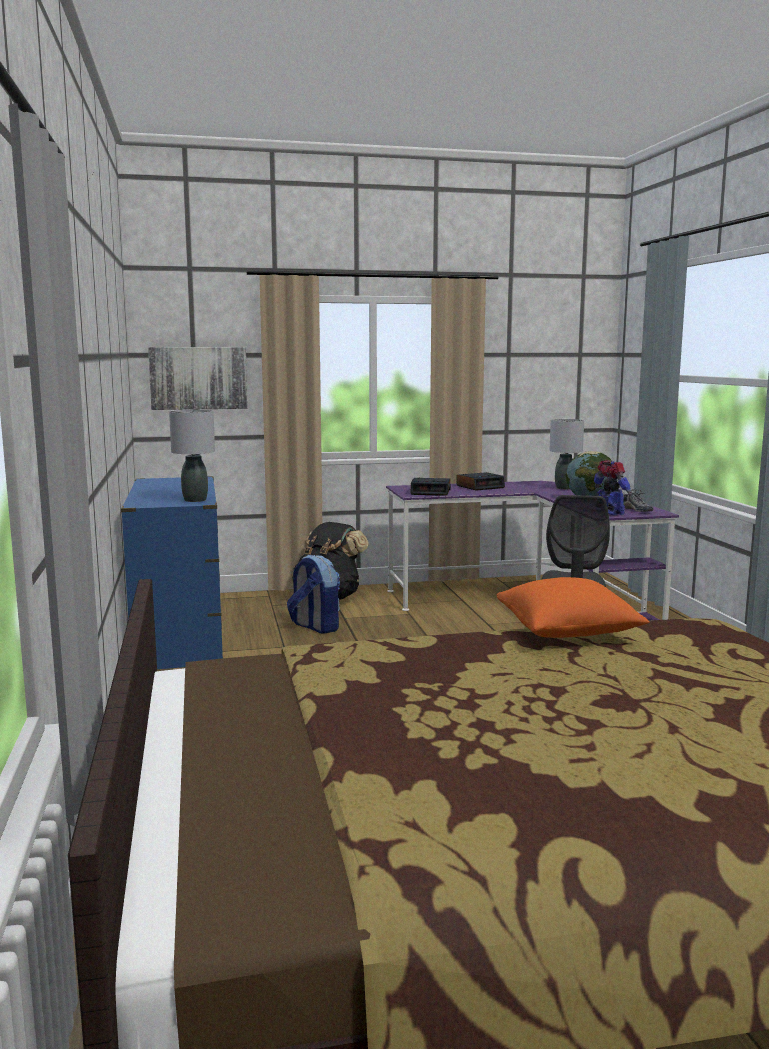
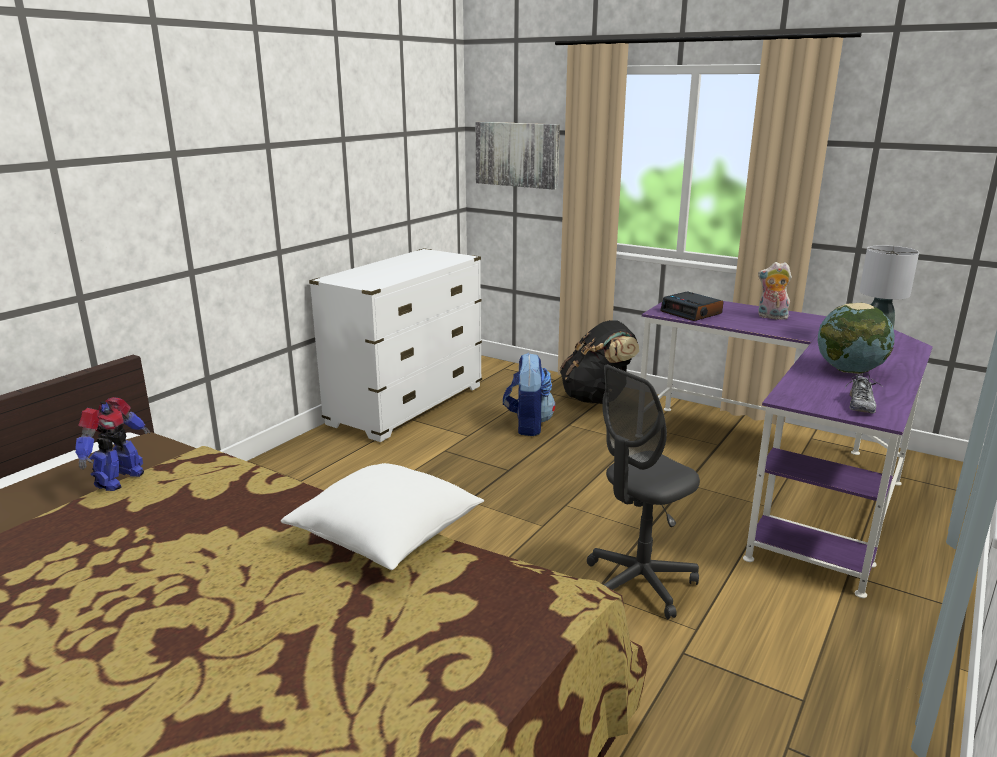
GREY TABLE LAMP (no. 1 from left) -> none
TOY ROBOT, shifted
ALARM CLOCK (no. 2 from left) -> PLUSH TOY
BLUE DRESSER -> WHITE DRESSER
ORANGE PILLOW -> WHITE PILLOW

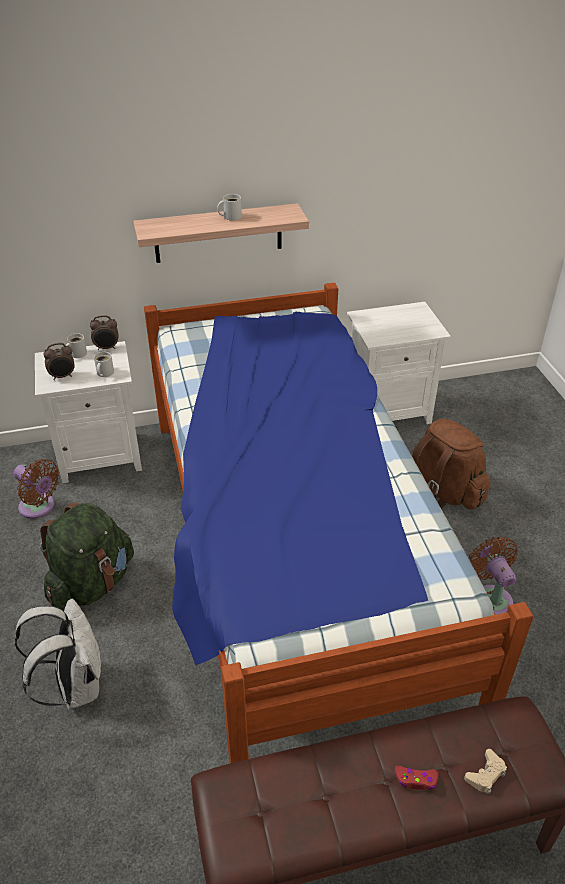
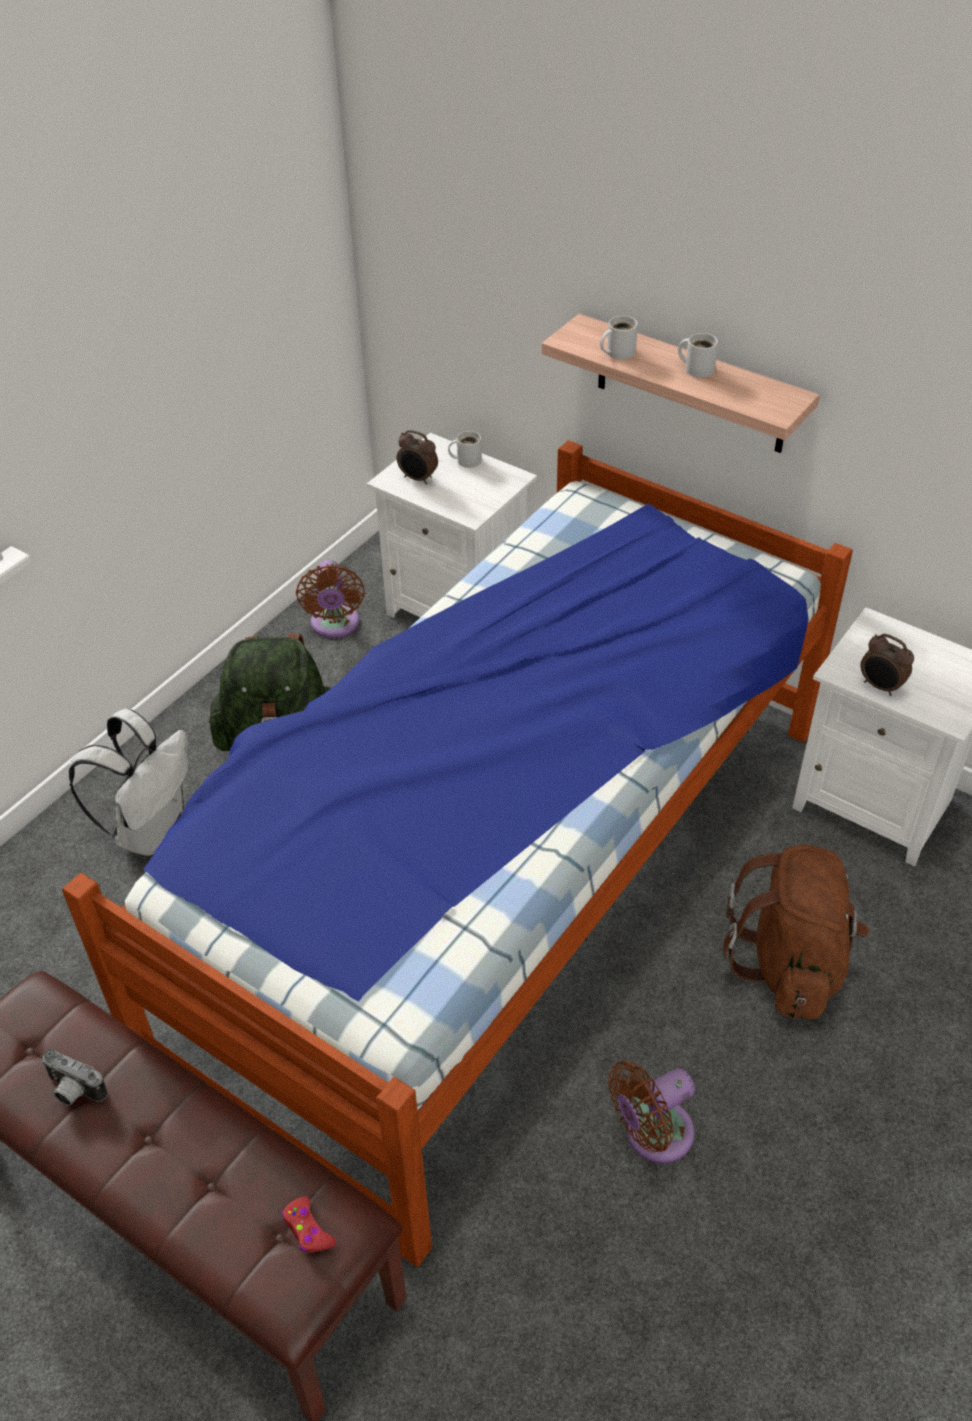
BEIGE GAME CONTROLLER -> none
none -> PHOTO CAMERA
ALARM CLOCK (no. 2 from left), shifted
WHITE MUG (no. 2 from left), shifted
RED GAME CONTROLLER, shifted
BROWN FAN (no. 2 from left), 150 degrees counterclockwise

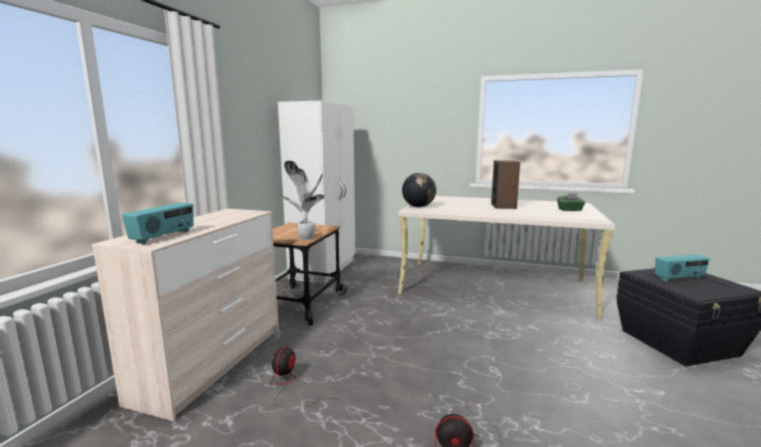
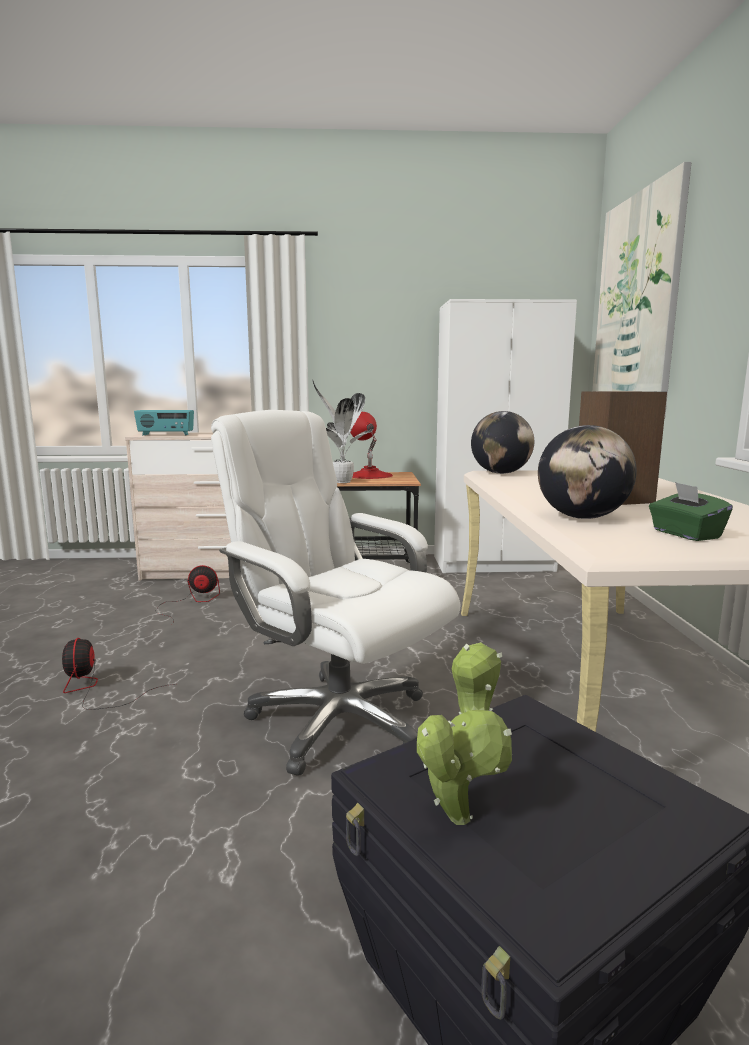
RADIO (no. 2 from left) -> none
none -> WHITE OFFICE CHAIR
none -> RED TABLE LAMP
none -> POTTED PLANT (no. 2 from left)
none -> GLOBE (no. 2 from left)
none -> PICTURE

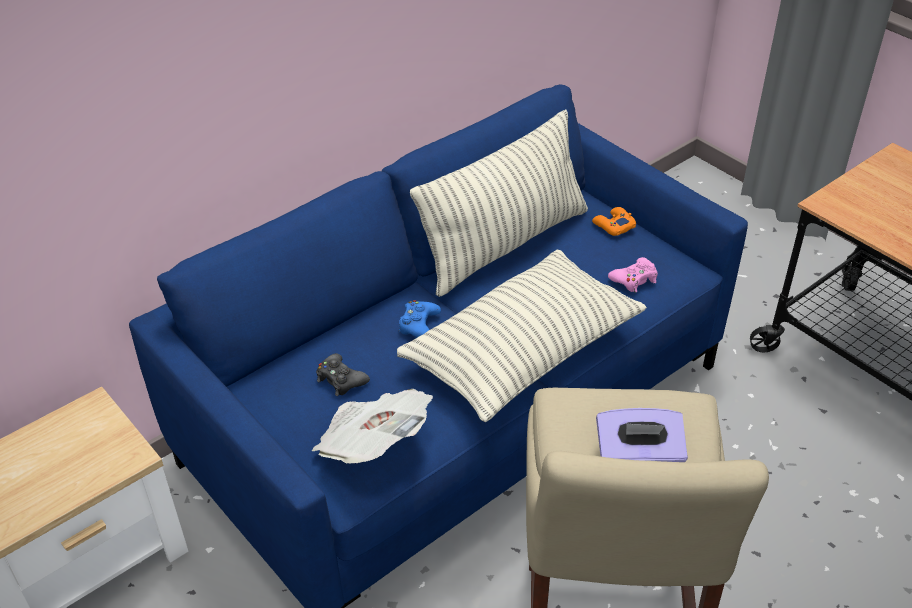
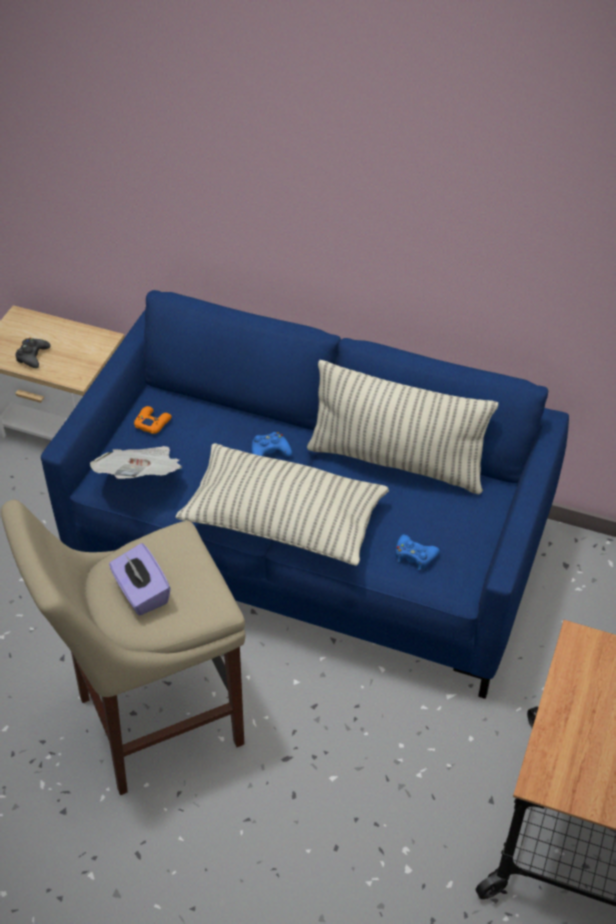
BLACK GAME CONTROLLER, shifted
ORANGE GAME CONTROLLER, shifted
PINK GAME CONTROLLER -> BLUE GAME CONTROLLER (no. 2 from left)

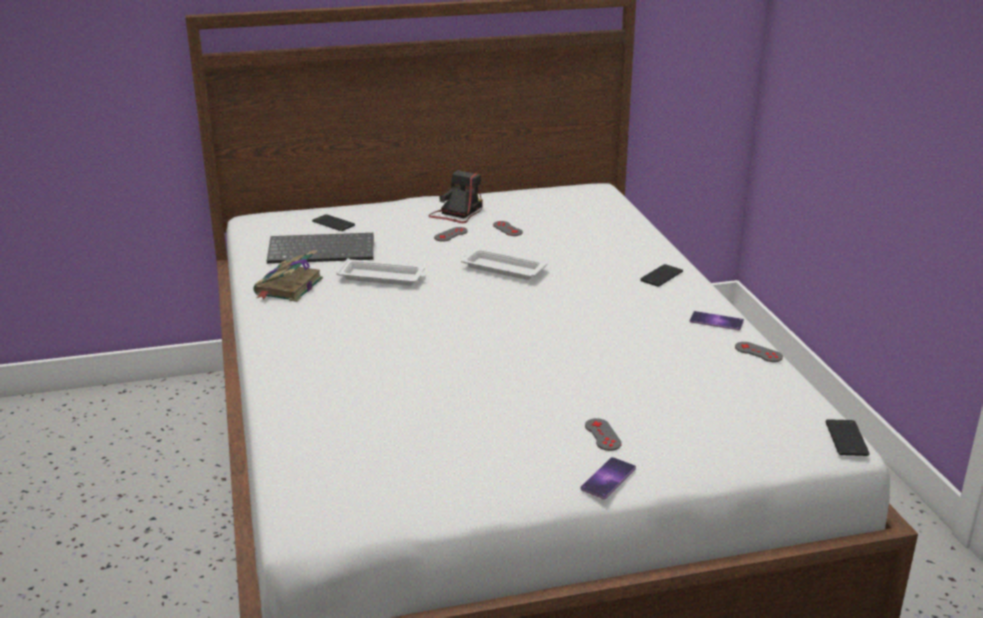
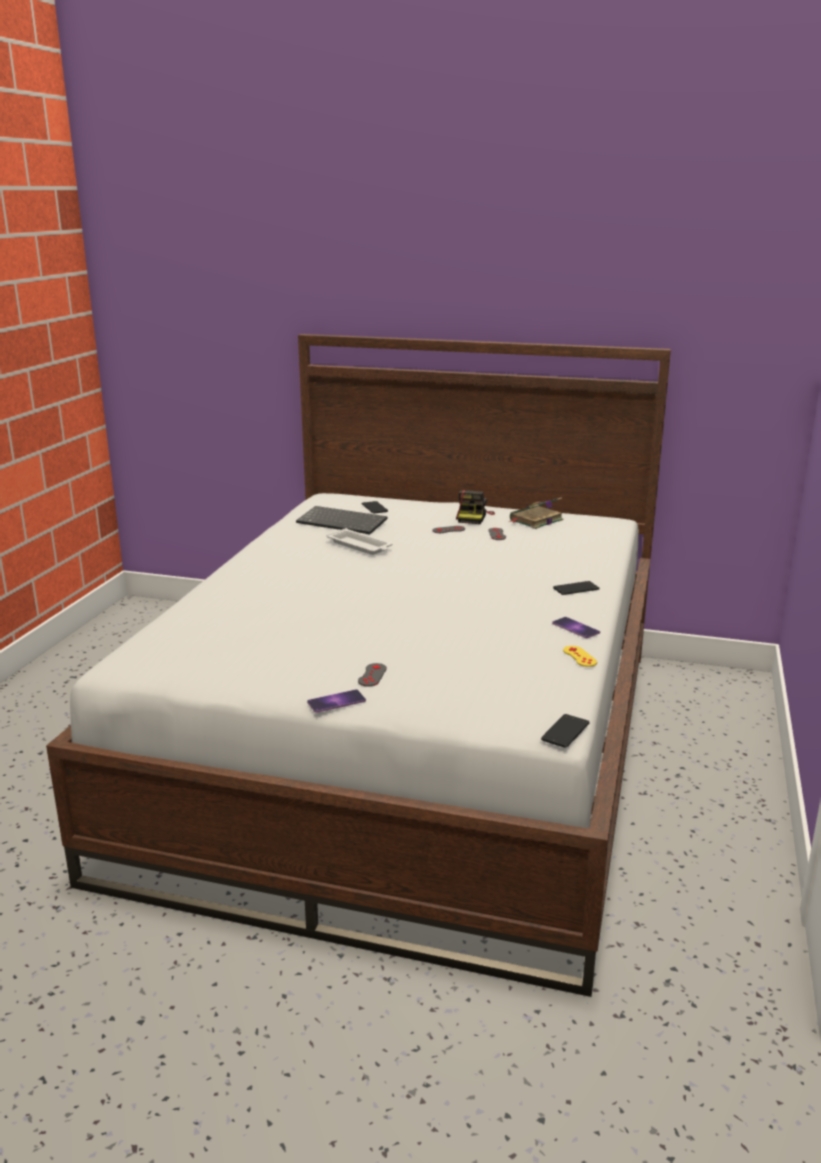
WHITE TRAY (no. 2 from left) -> none
BOOK, shifted
GREY GAME CONTROLLER (no. 4 from left) -> YELLOW GAME CONTROLLER
PHOTO CAMERA, 135 degrees clockwise

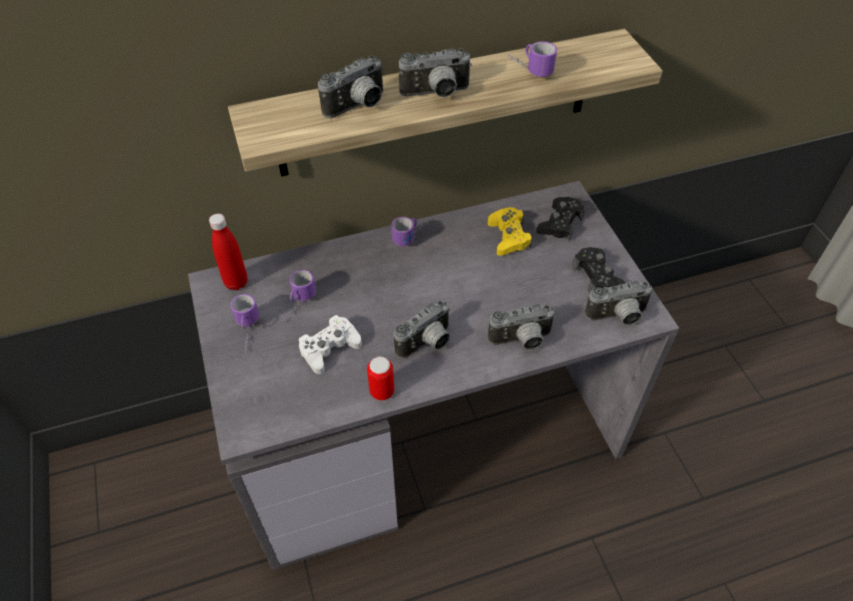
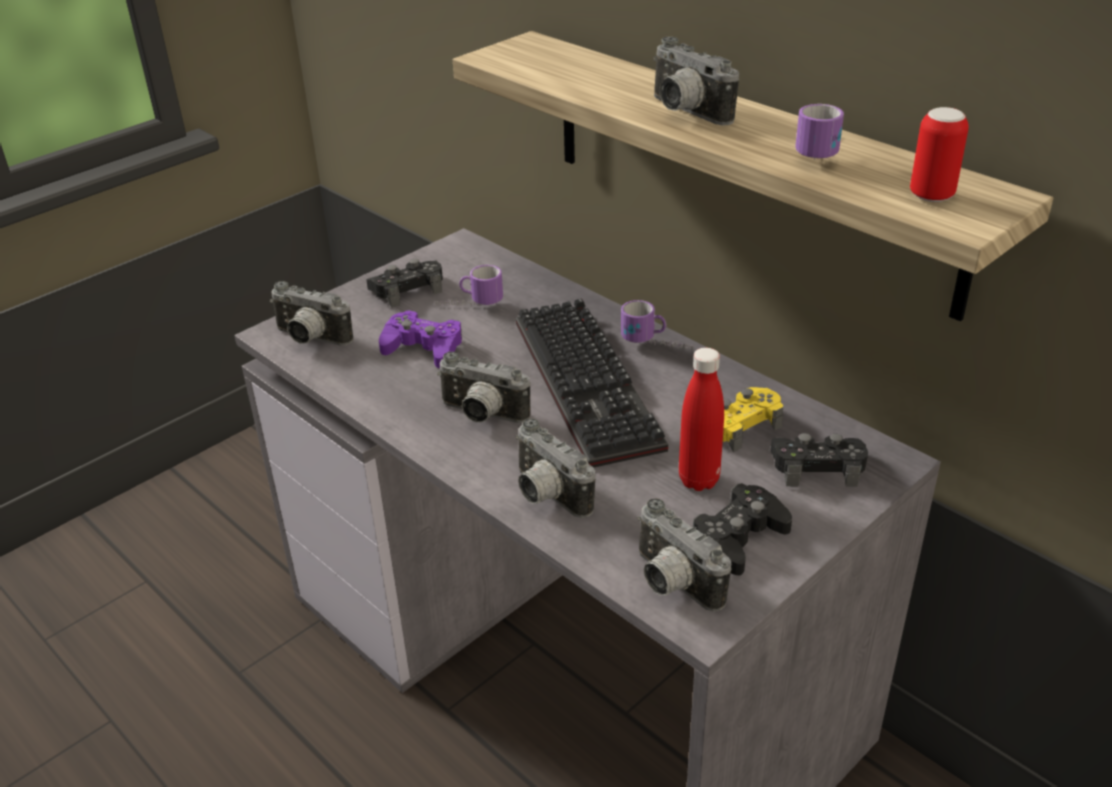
none -> KEYBOARD
RED BOTTLE, shifted
PHOTO CAMERA (no. 1 from left), shifted
CAN, shifted
MUG (no. 1 from left) -> BLACK GAME CONTROLLER (no. 1 from left)
WHITE GAME CONTROLLER -> PURPLE GAME CONTROLLER

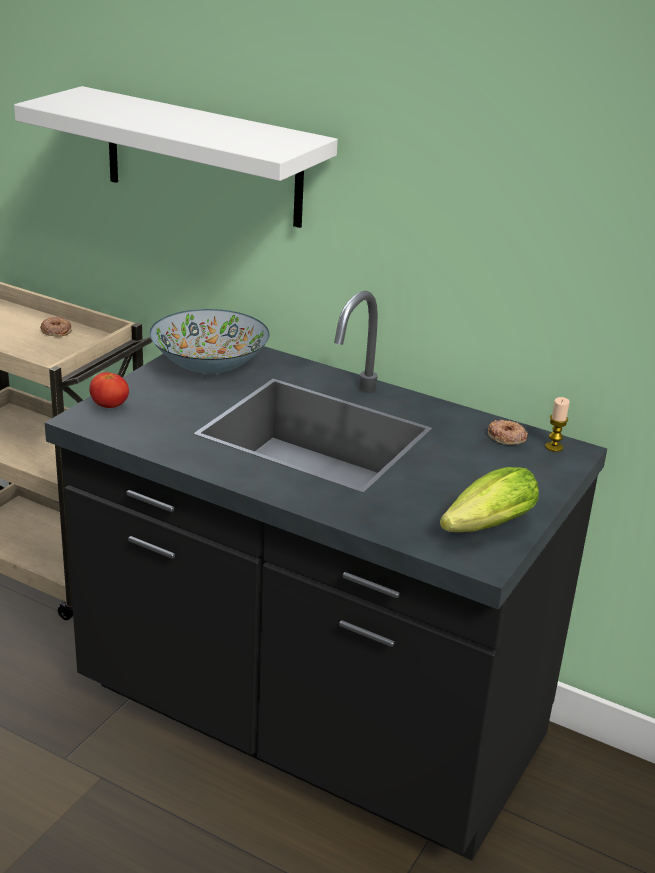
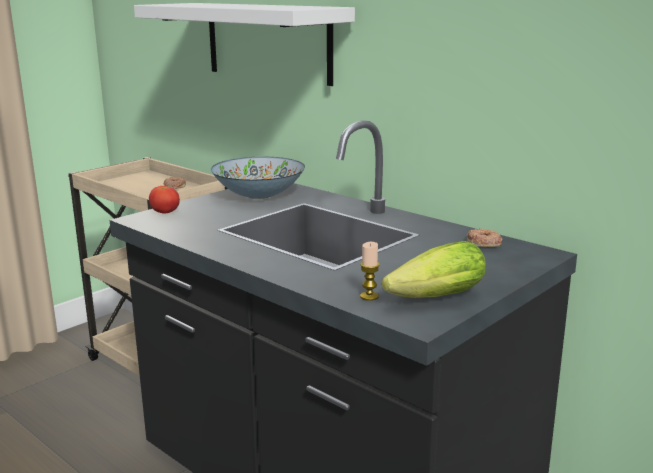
CANDLE, shifted

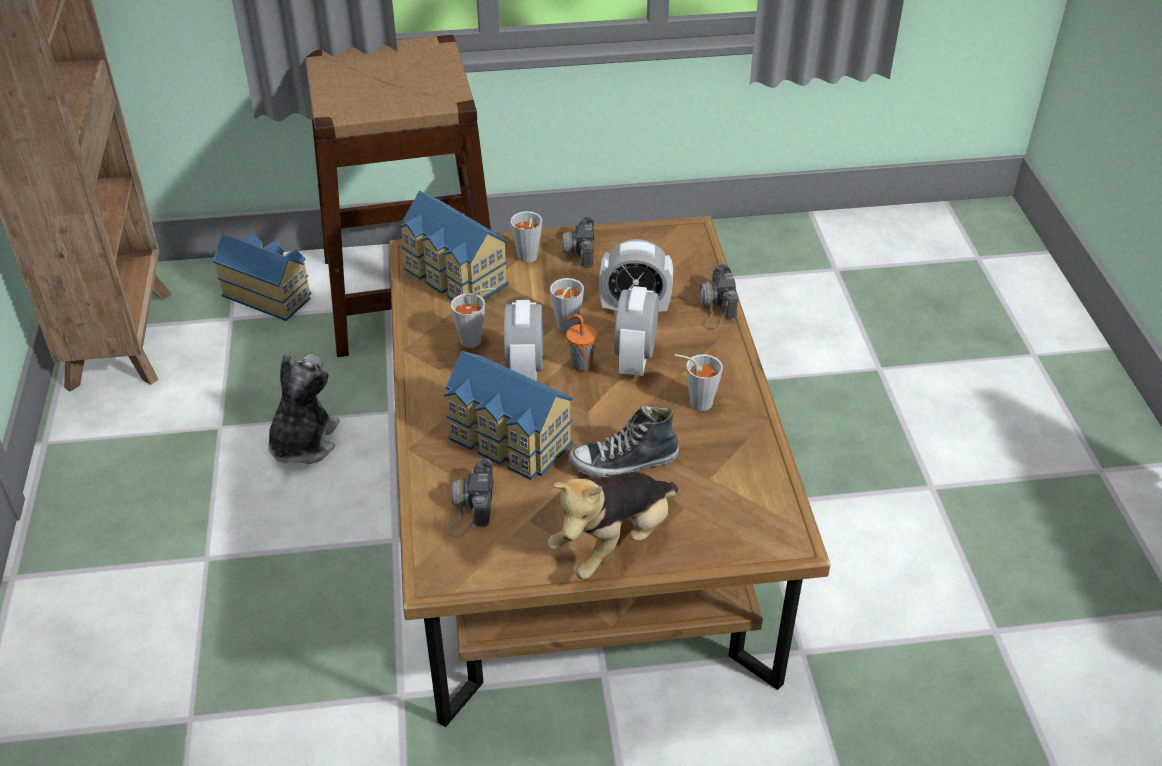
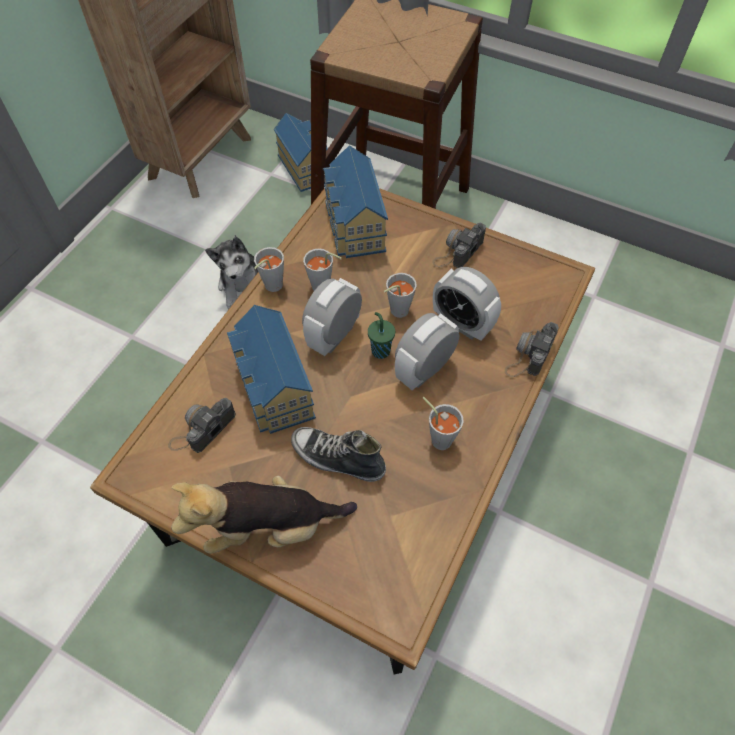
GREY CUP (no. 2 from left in the first image) -> GREY CUP (no. 1 from left), shifted
ORANGE CUP -> GREEN CUP
PLUSH TOY (no. 1 from left), 120 degrees clockwise

